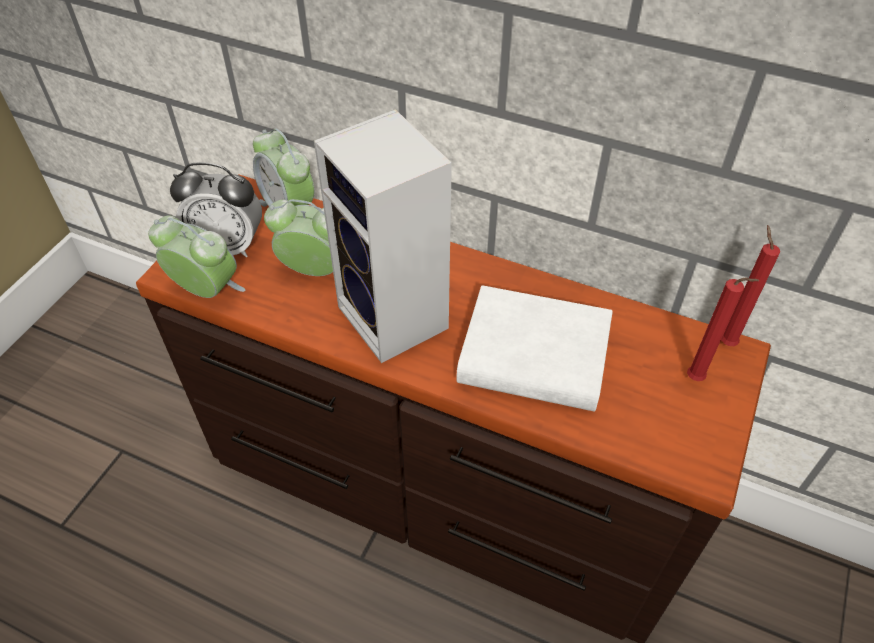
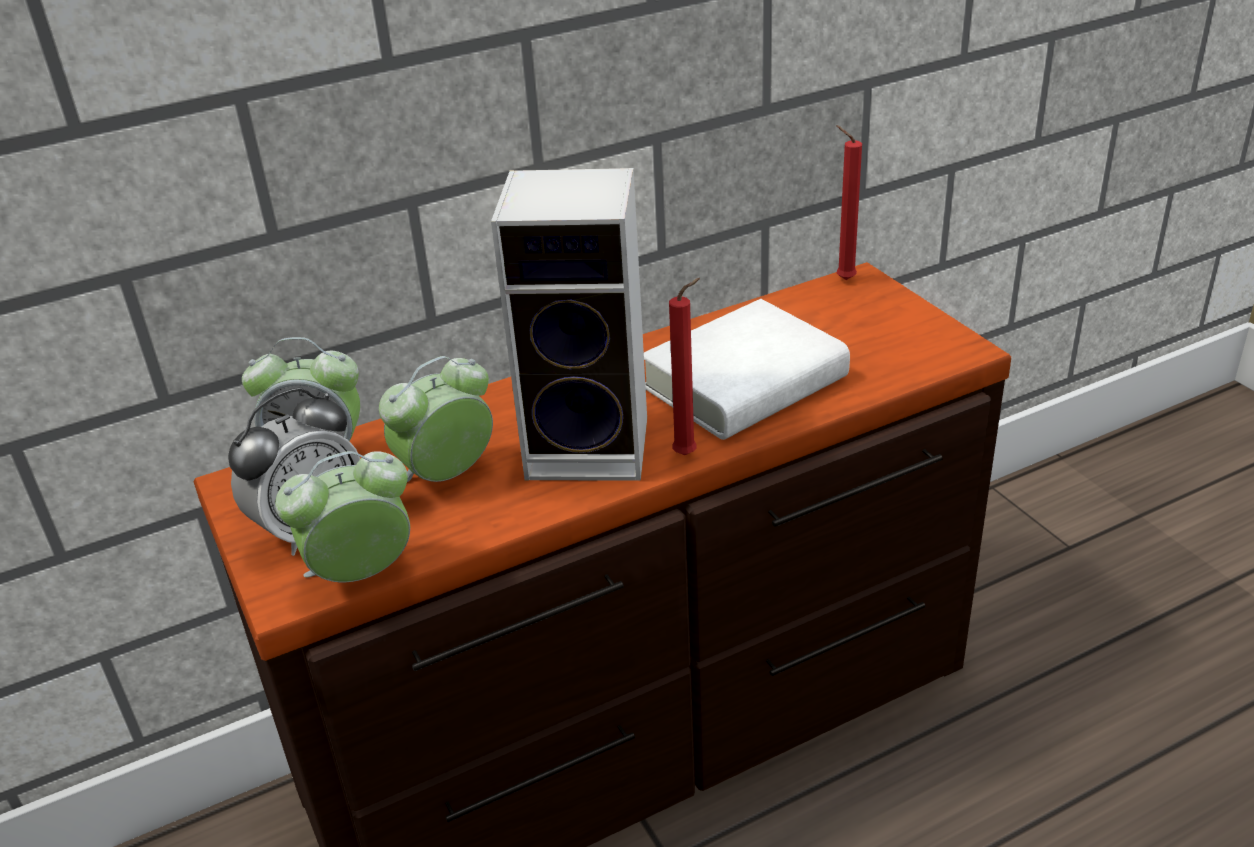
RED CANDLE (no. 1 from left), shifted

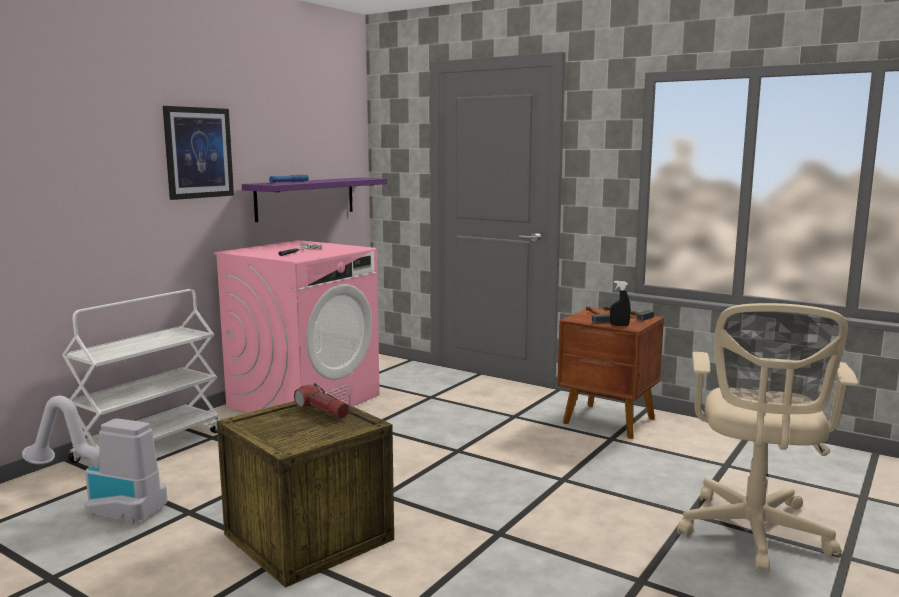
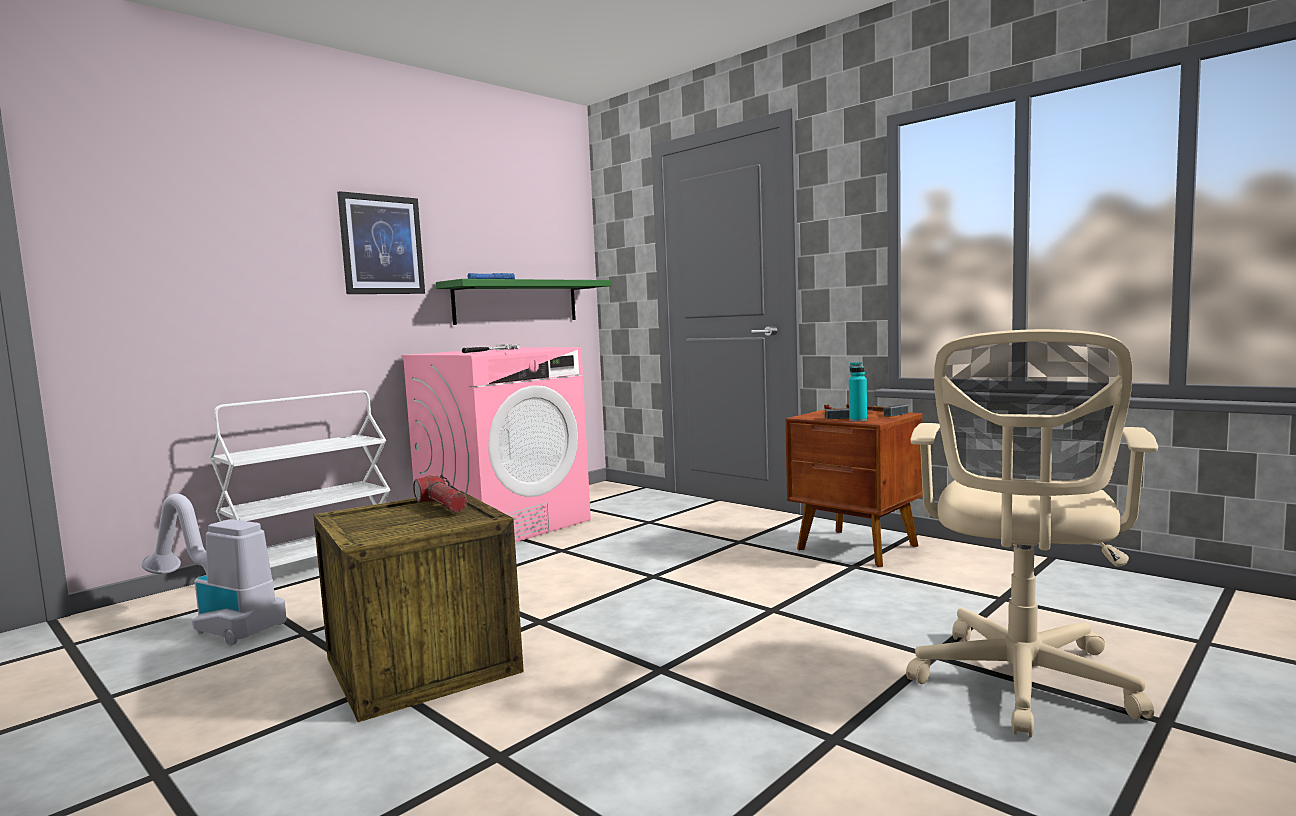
BLACK SPRAY BOTTLE -> TURQUOISE BOTTLE
PURPLE SHELF -> GREEN SHELF

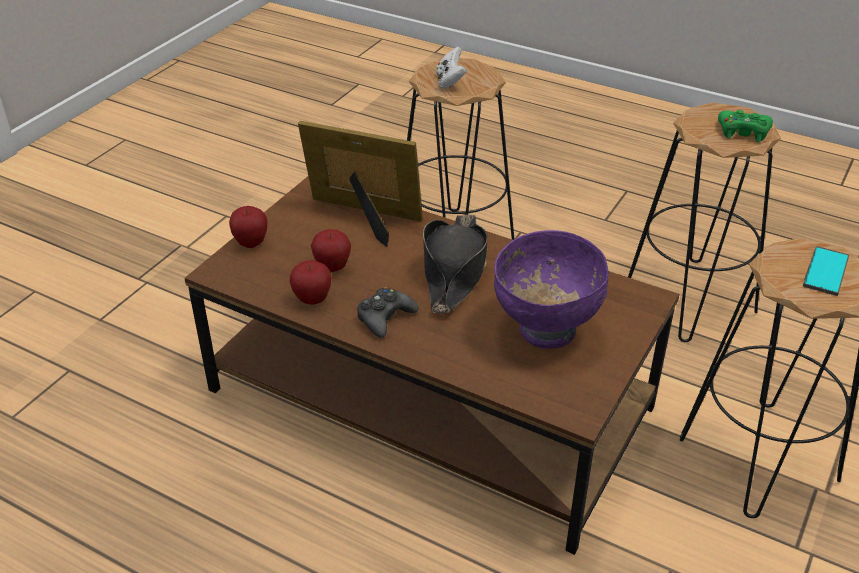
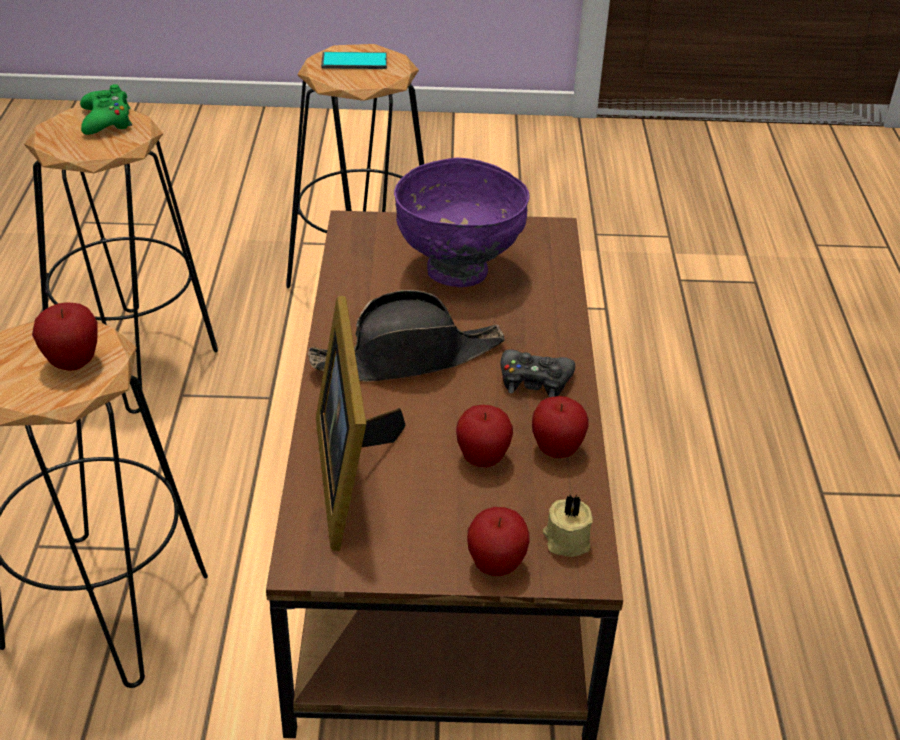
none -> BEIGE CANDLE
WHITE GAME CONTROLLER -> APPLE (no. 1 from left)

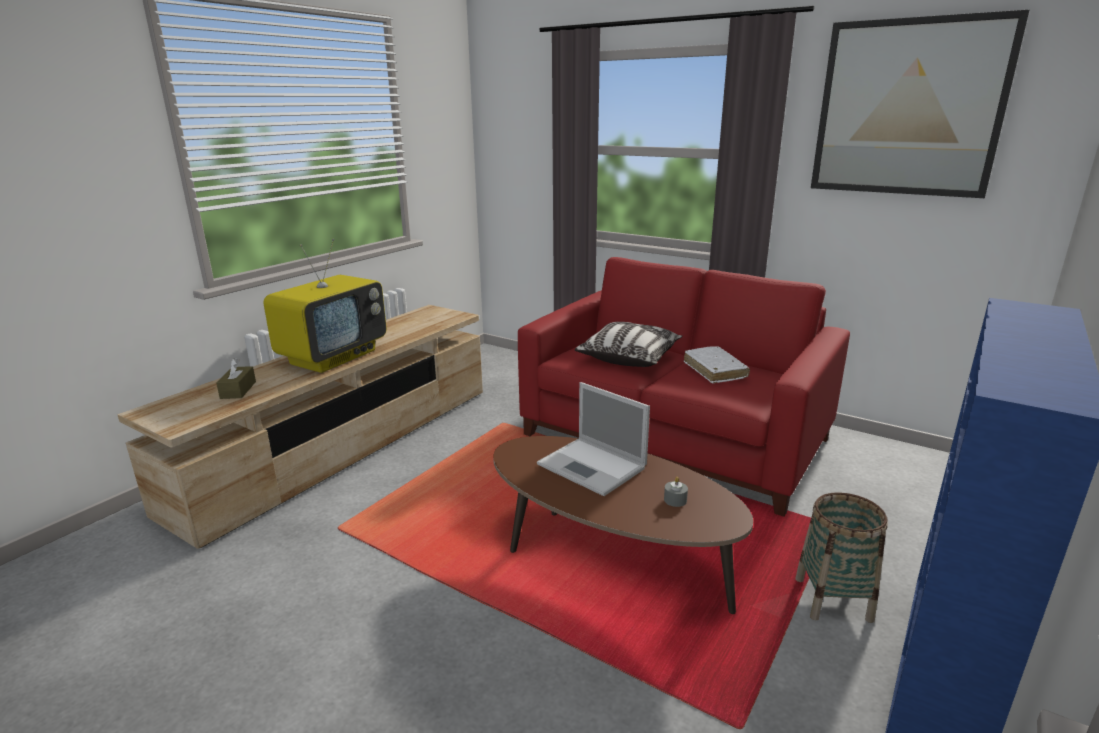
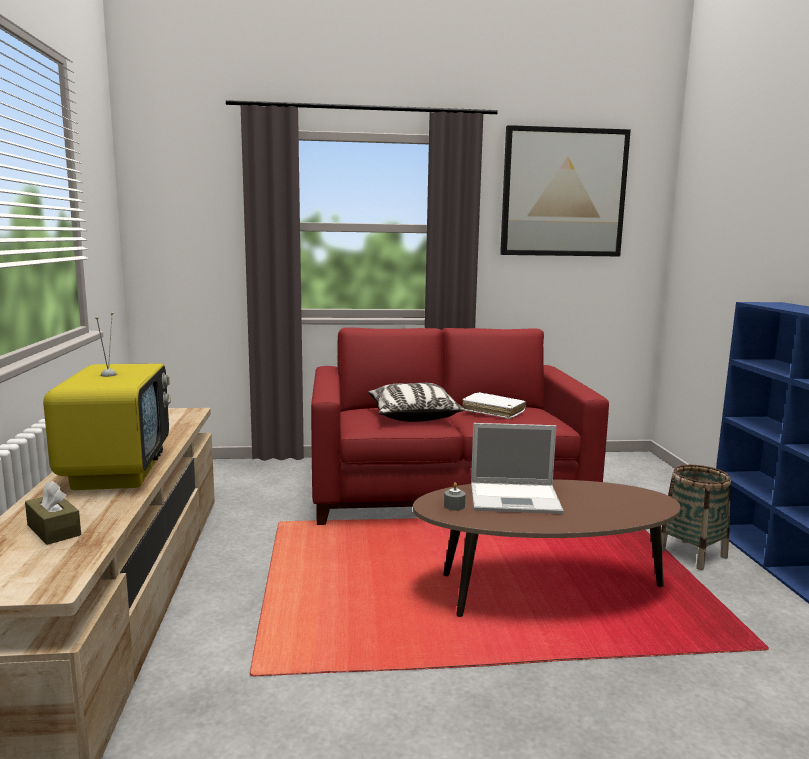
GREY CANDLE, shifted

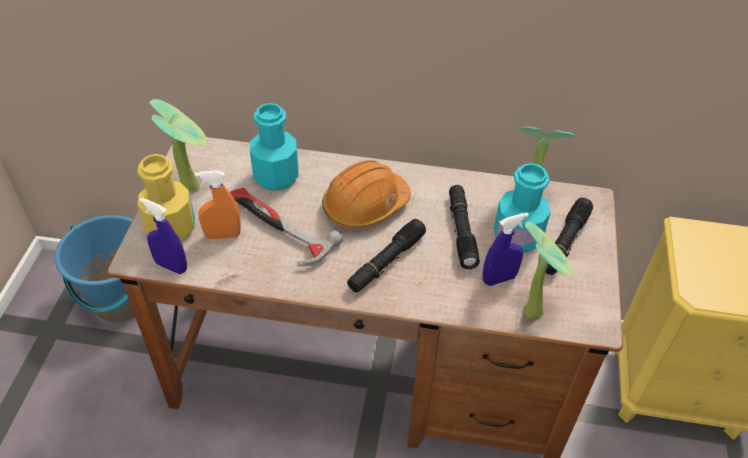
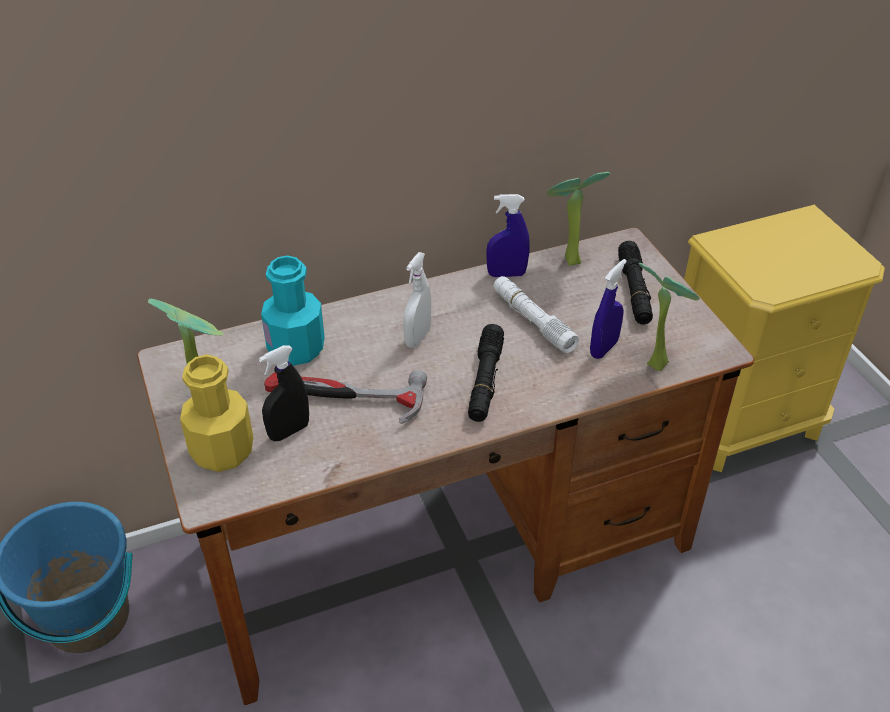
TURQUOISE BOTTLE (no. 2 from left) -> none
BLUE SPRAY BOTTLE (no. 1 from left), shifted
ORANGE HARD HAT -> WHITE SPRAY BOTTLE
ORANGE SPRAY BOTTLE -> BLACK SPRAY BOTTLE
BLACK FLASHLIGHT (no. 2 from left) -> WHITE FLASHLIGHT

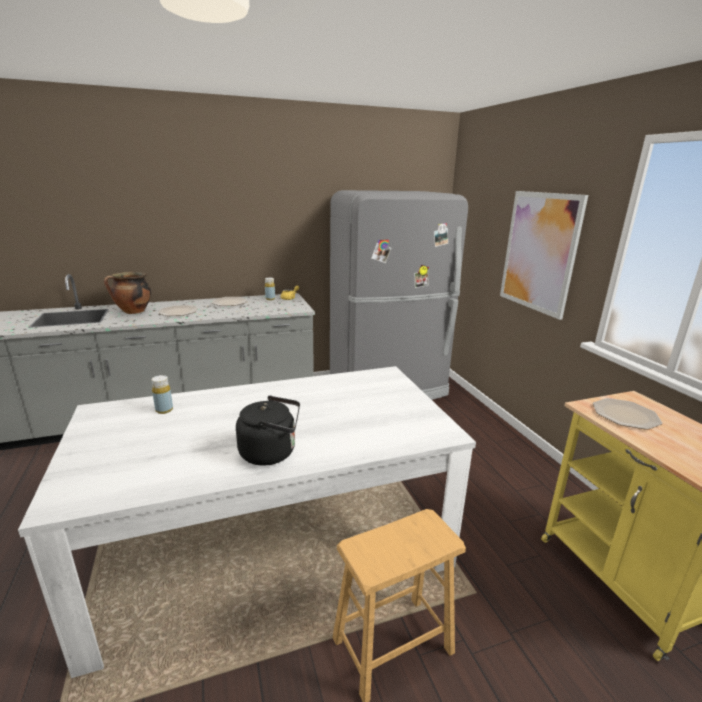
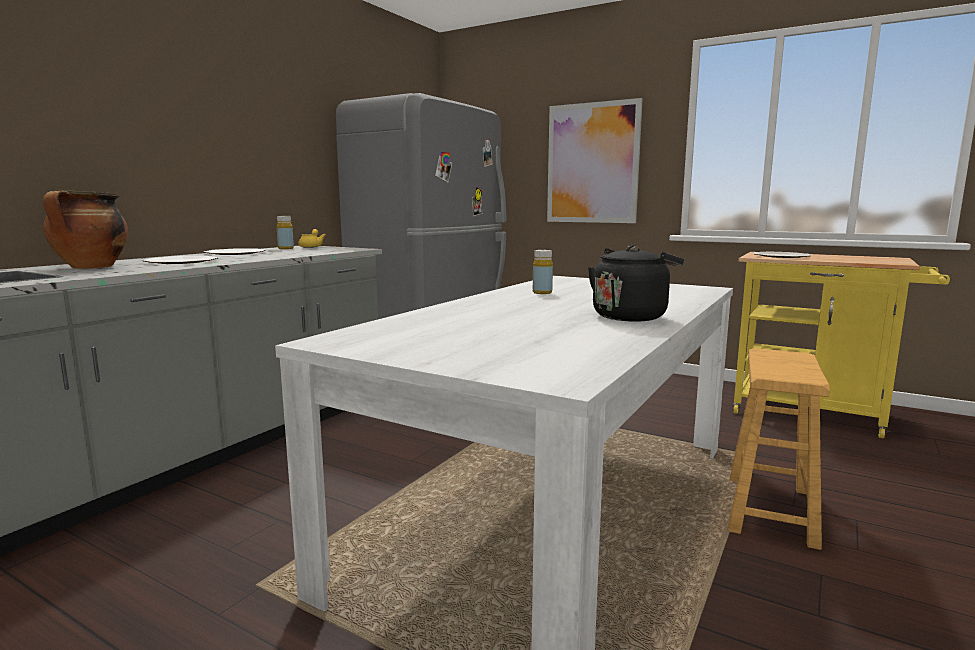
YELLOW BOTTLE (no. 1 from left in the first image) -> YELLOW BOTTLE (no. 2 from left), shifted

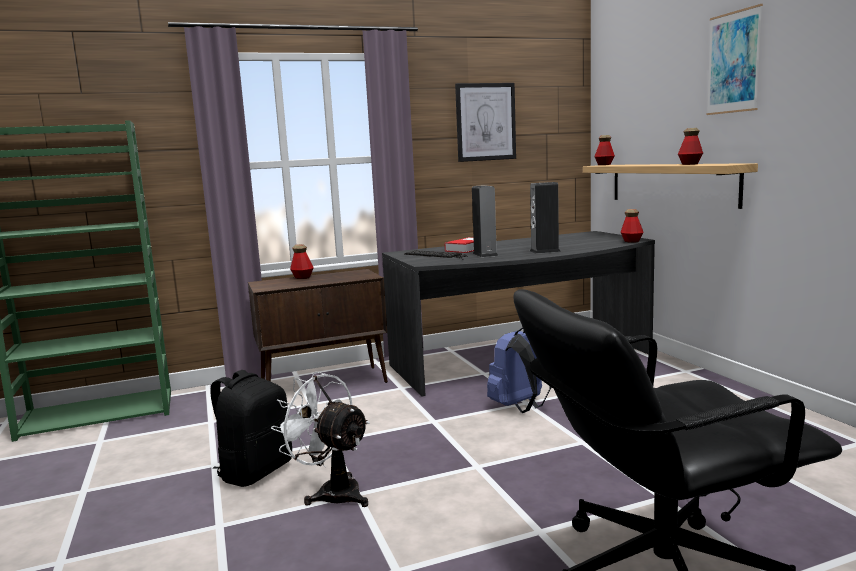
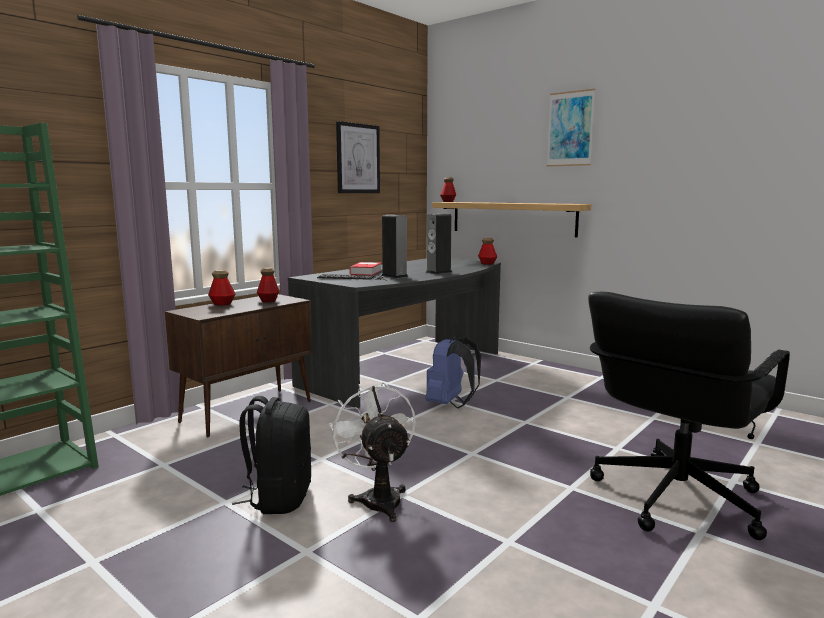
BOTTLE (no. 4 from left in the first image) -> BOTTLE (no. 2 from left), shifted
WHITE FAN, 60 degrees clockwise

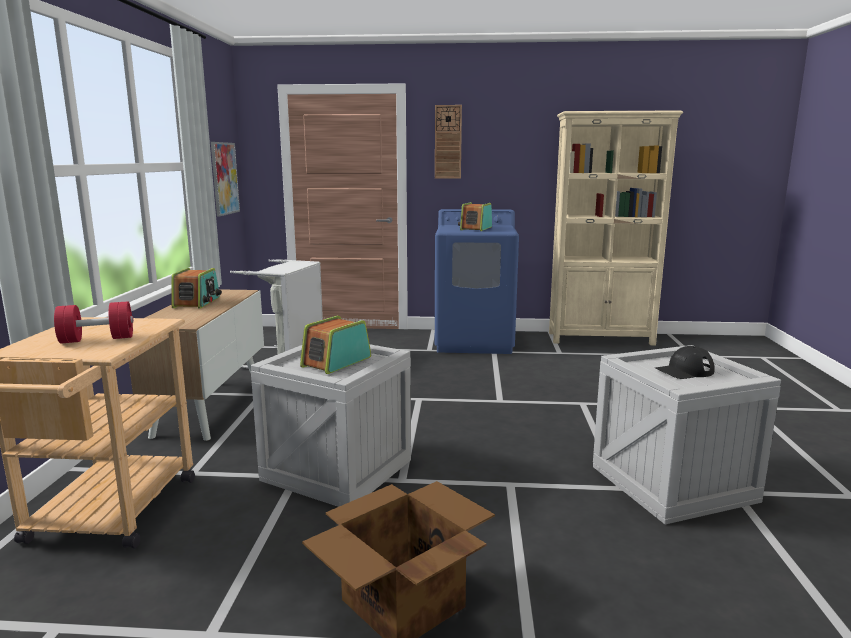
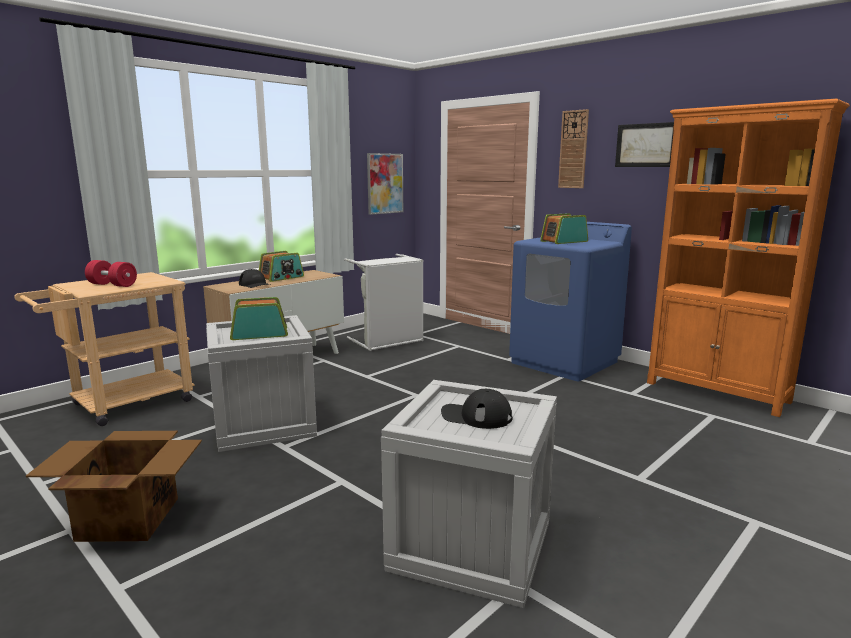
none -> BLACK CAP (no. 1 from left)
none -> PICTURE (no. 2 from left)
BEIGE BOOKCASE -> ORANGE BOOKCASE

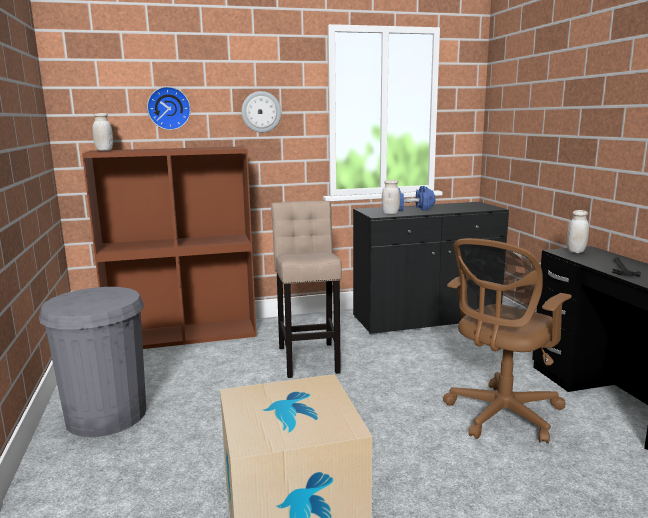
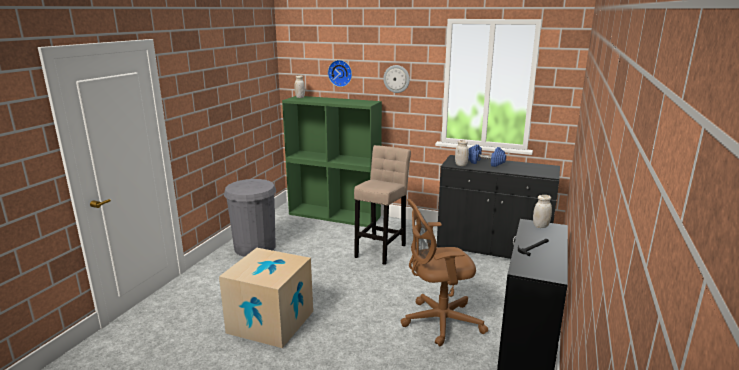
BROWN BOOKCASE -> GREEN BOOKCASE

